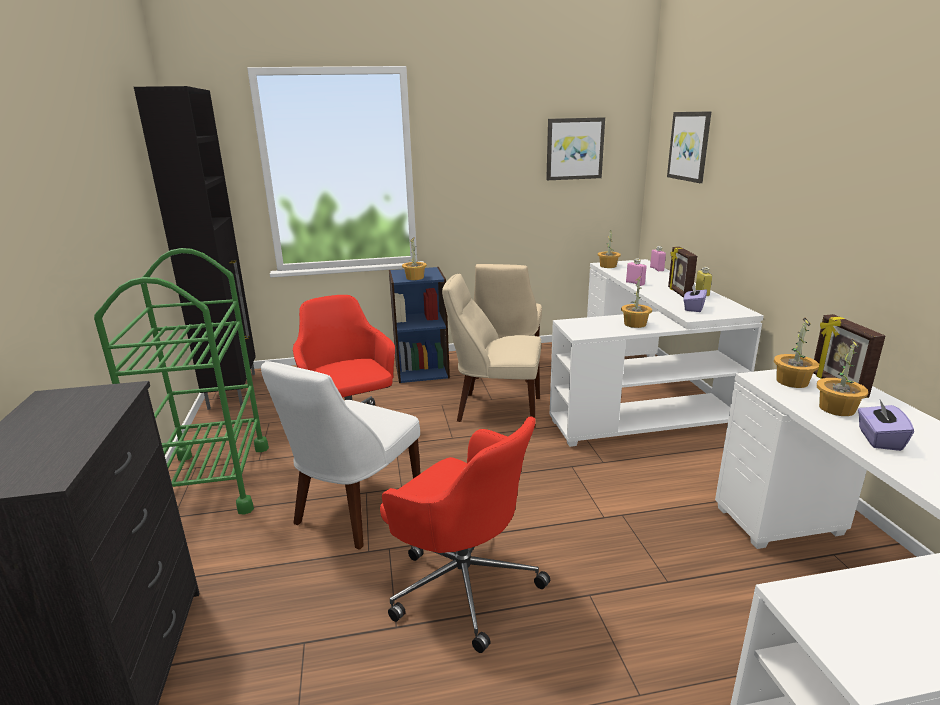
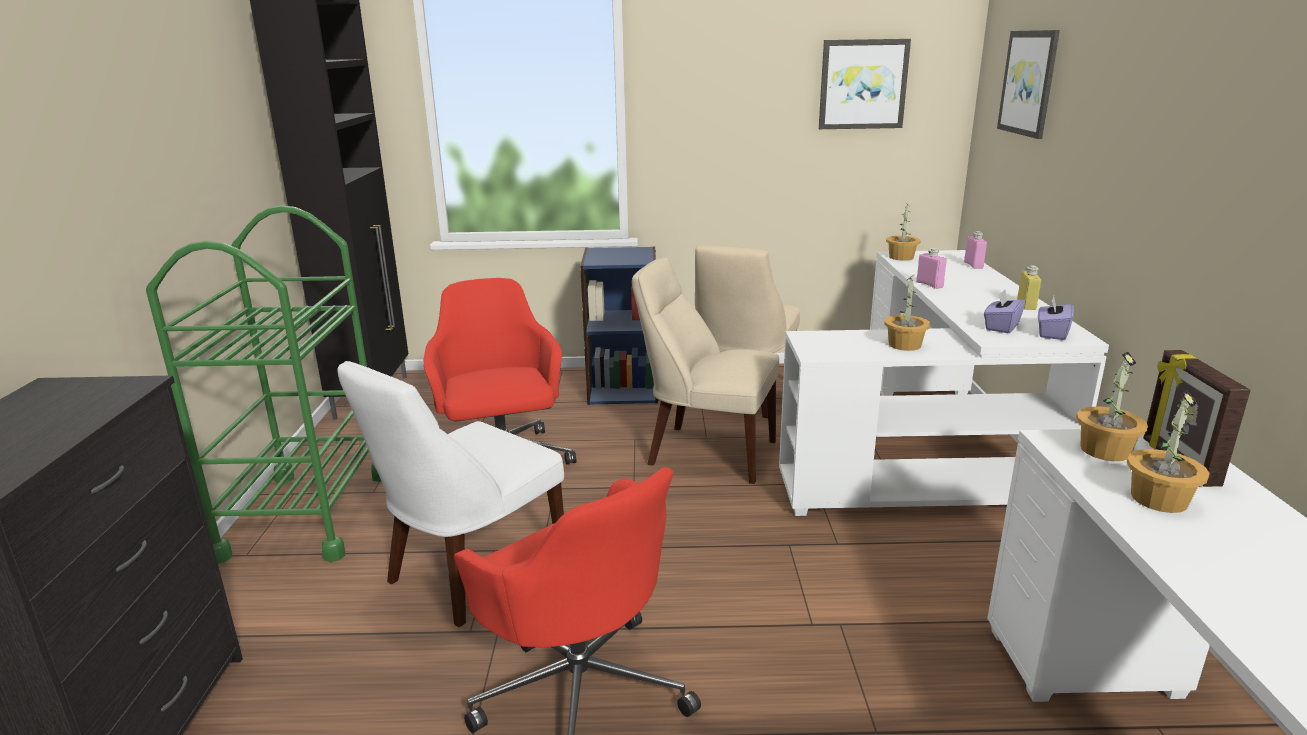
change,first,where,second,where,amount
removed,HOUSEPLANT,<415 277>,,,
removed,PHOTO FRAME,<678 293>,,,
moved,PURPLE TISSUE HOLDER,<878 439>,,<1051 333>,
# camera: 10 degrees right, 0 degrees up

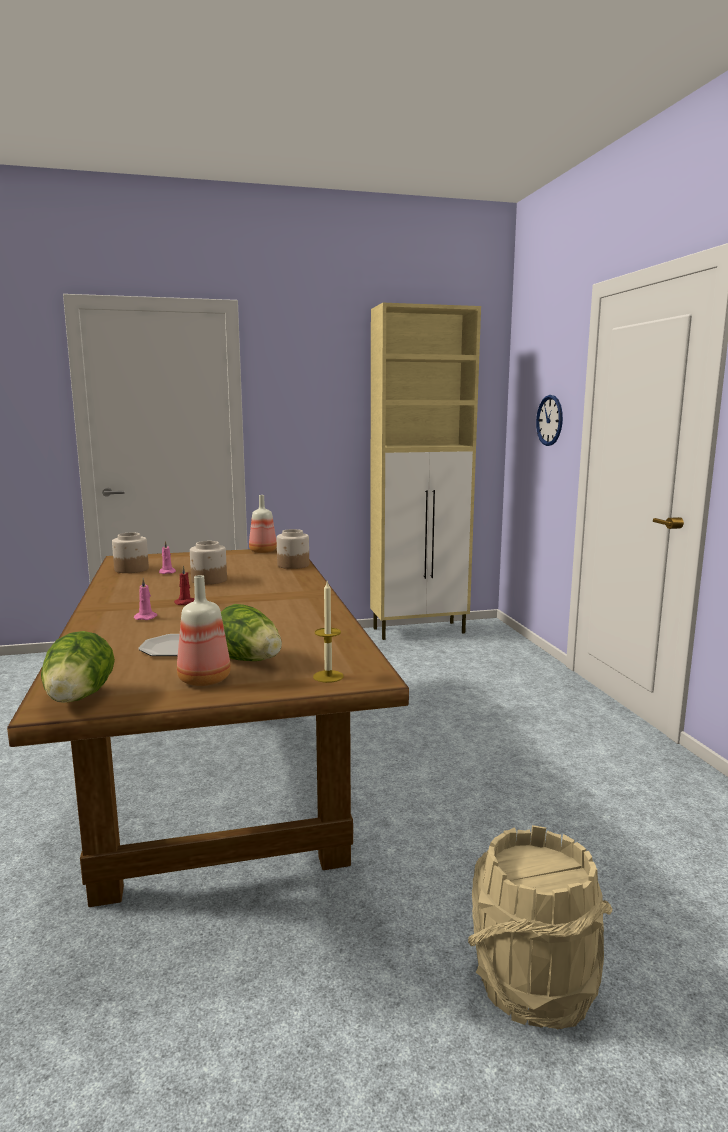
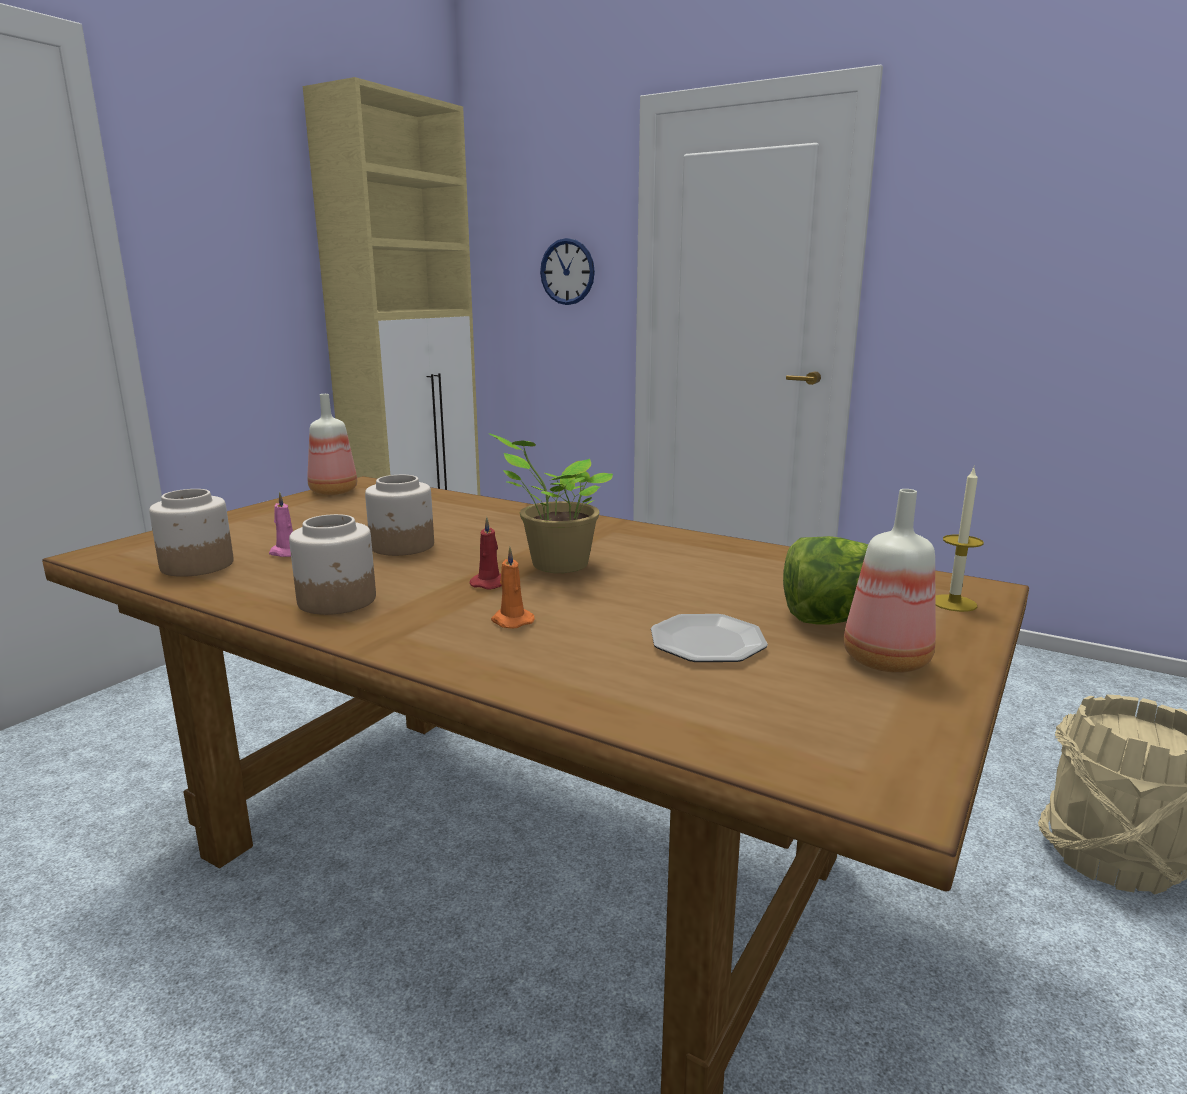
change,first,where,second,where,amount
removed,LETTUCE HEAD,<78 699>,,,
recoloured,PINK WAX LIGHT,<146 617>,ORANGE-COLOURED WAX LIGHT,<511 621>,
moved,JAR,<293 565>,,<338 600>,
added,,,HOUSEPLANT,<555 564>,
# camera: 45 degrees left, 5 degrees up

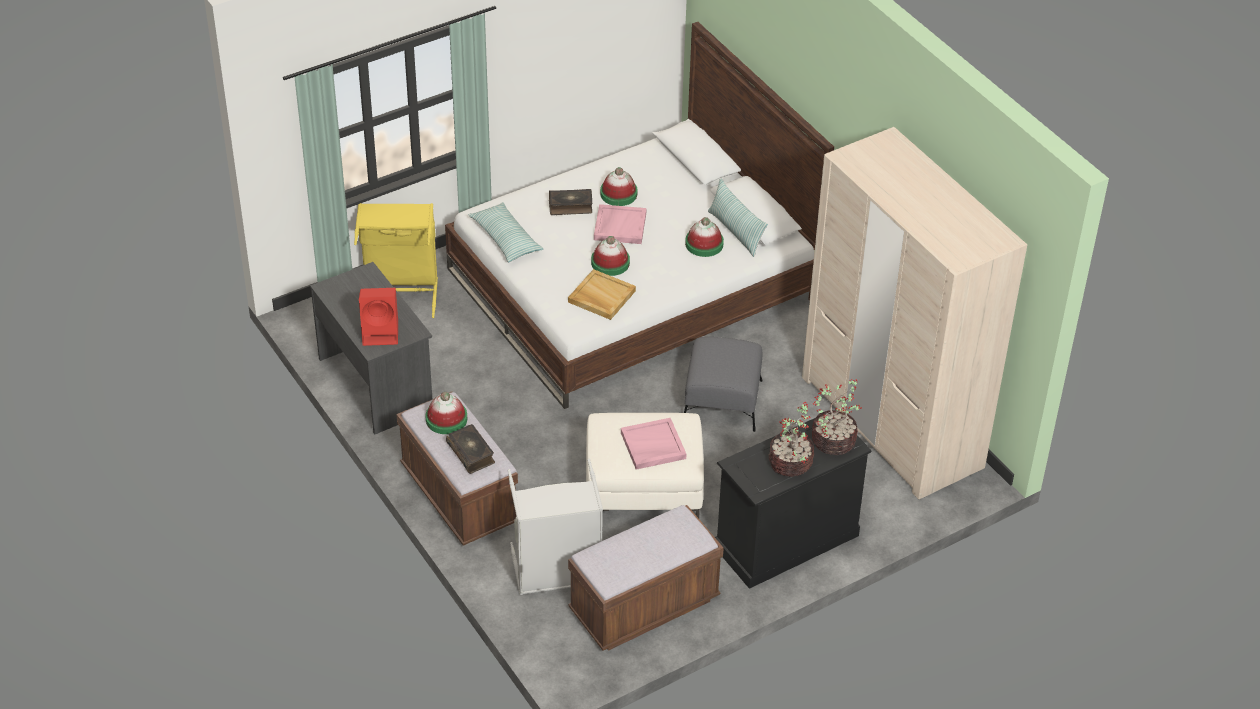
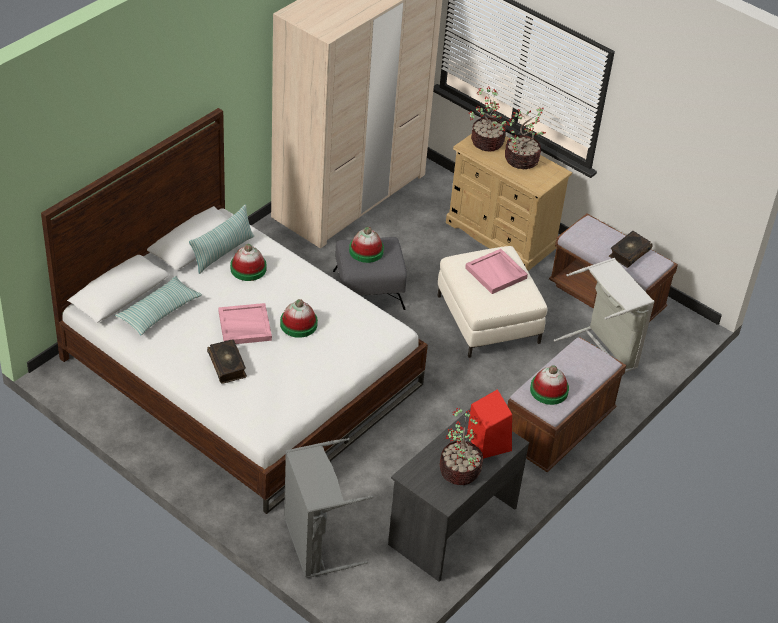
change,first,where,second,where,amount
recoloured,YELLOW-COLOURED HAMPER,<400 292>,GREYISH HAMPER,<315 543>,
moved,BOOK,<471 453>,,<628 253>,
moved,THROW PILLOW,<505 239>,,<159 312>,
removed,BEIGE SERVING TRAY,<601 296>,,,
moved,HAT,<618 194>,,<366 251>,
recoloured,BLACK-COLOURED DRESSER,<785 540>,BEIGE DRESSER,<501 235>,
added,,,HOUSEPLANT,<459 470>,
# camera: 110 degrees left, 0 degrees up

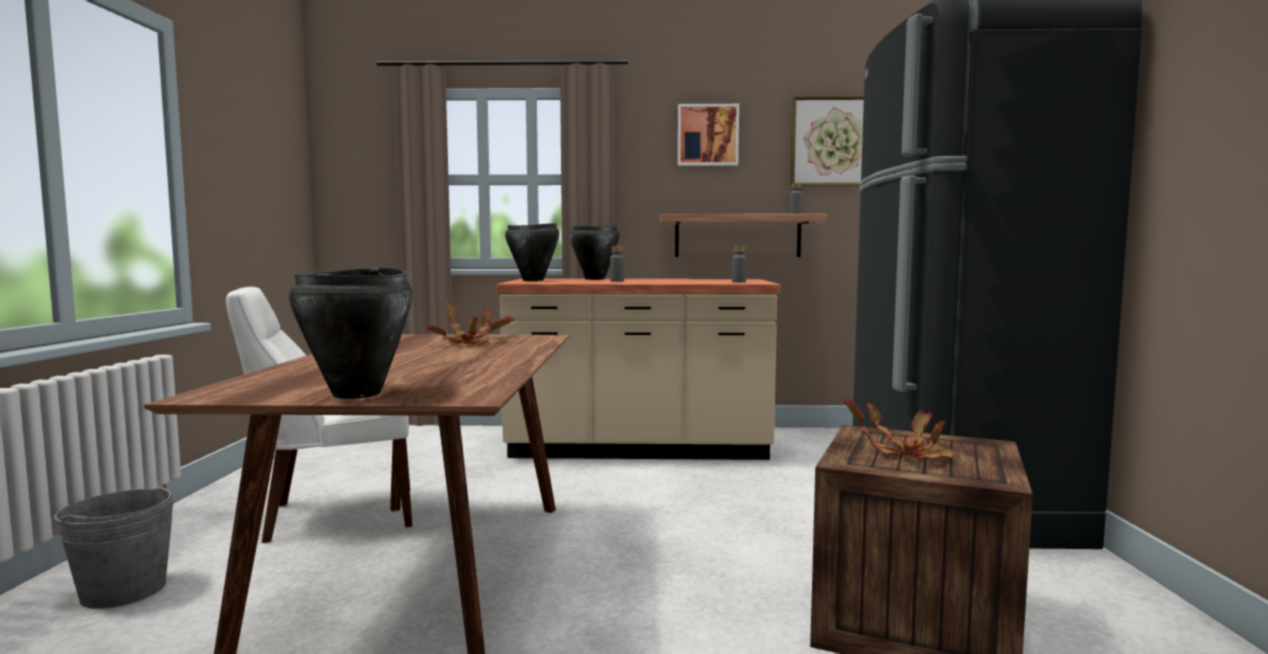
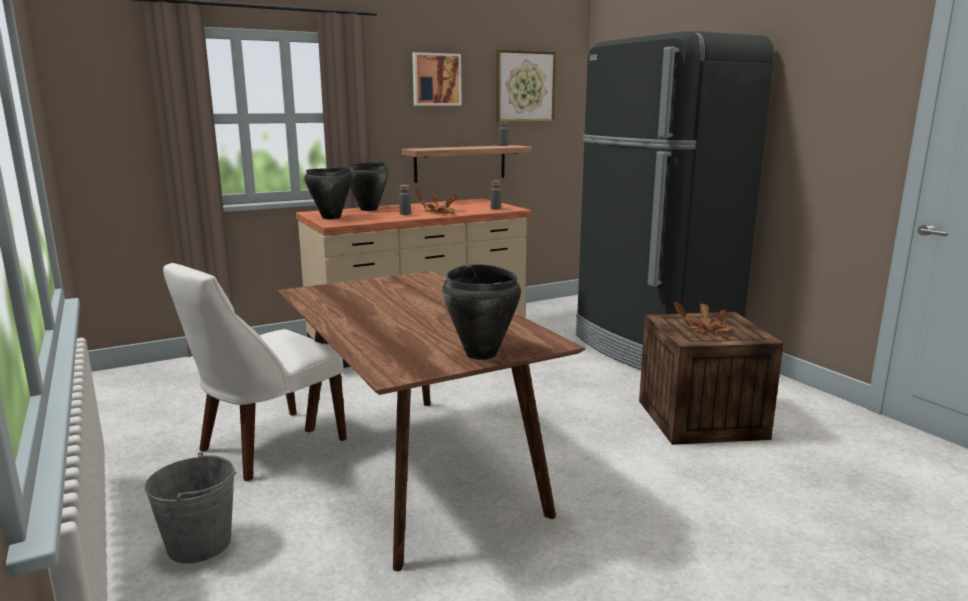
change,first,where,second,where,amount
moved,HOUSEPLANT,<468 343>,,<439 212>,
# camera: 30 degrees left, 10 degrees up

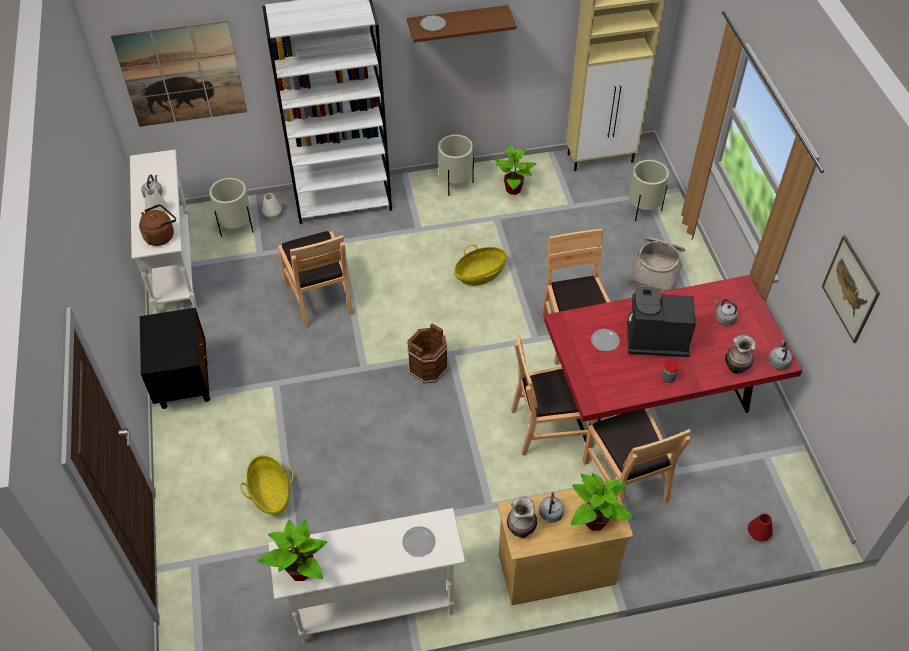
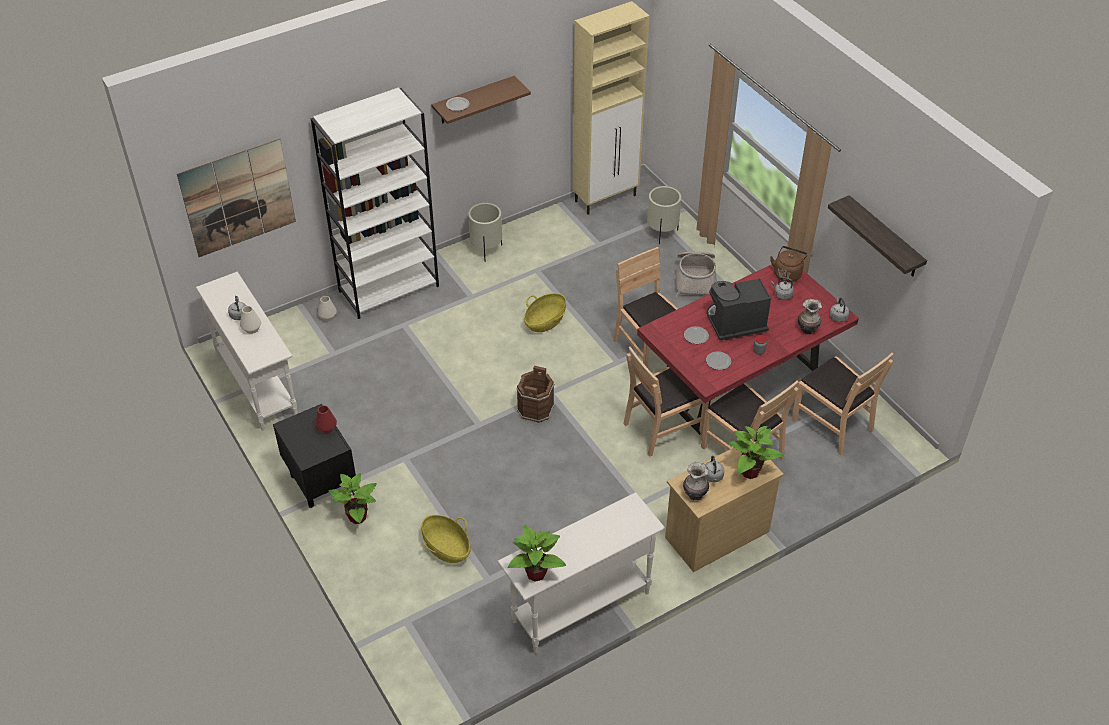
change,first,where,second,where,amount
moved,BROWNISH TEA KETTLE,<161 235>,,<787 273>,
removed,BEIGE PLANT POT,<236 227>,,,
moved,BROWNISH PLAIN CHAIR,<320 298>,,<832 424>,
moved,DINNER PLATE,<419 542>,,<718 361>,
moved,HOUSEPLANT,<513 190>,,<358 517>,
moved,REDDISH FLOWER VASE,<758 534>,,<326 428>,
replaced,PICTURE,<850 289>,WALL SHELF,<884 238>,
# camera: 20 degrees left, 5 degrees down

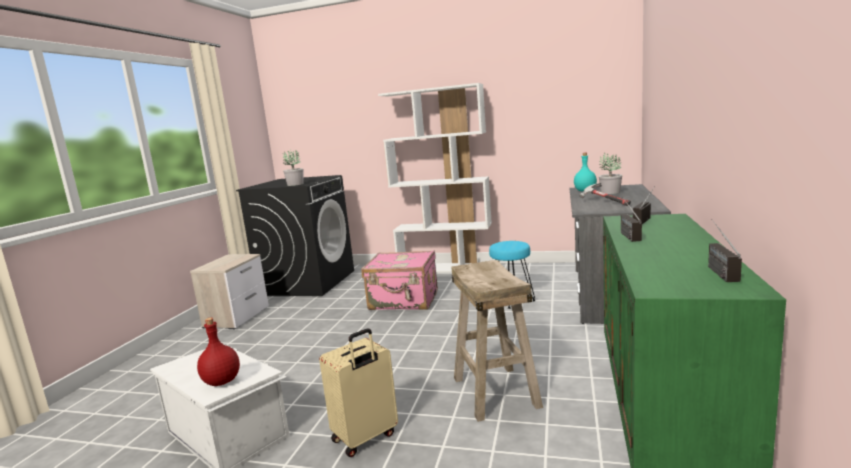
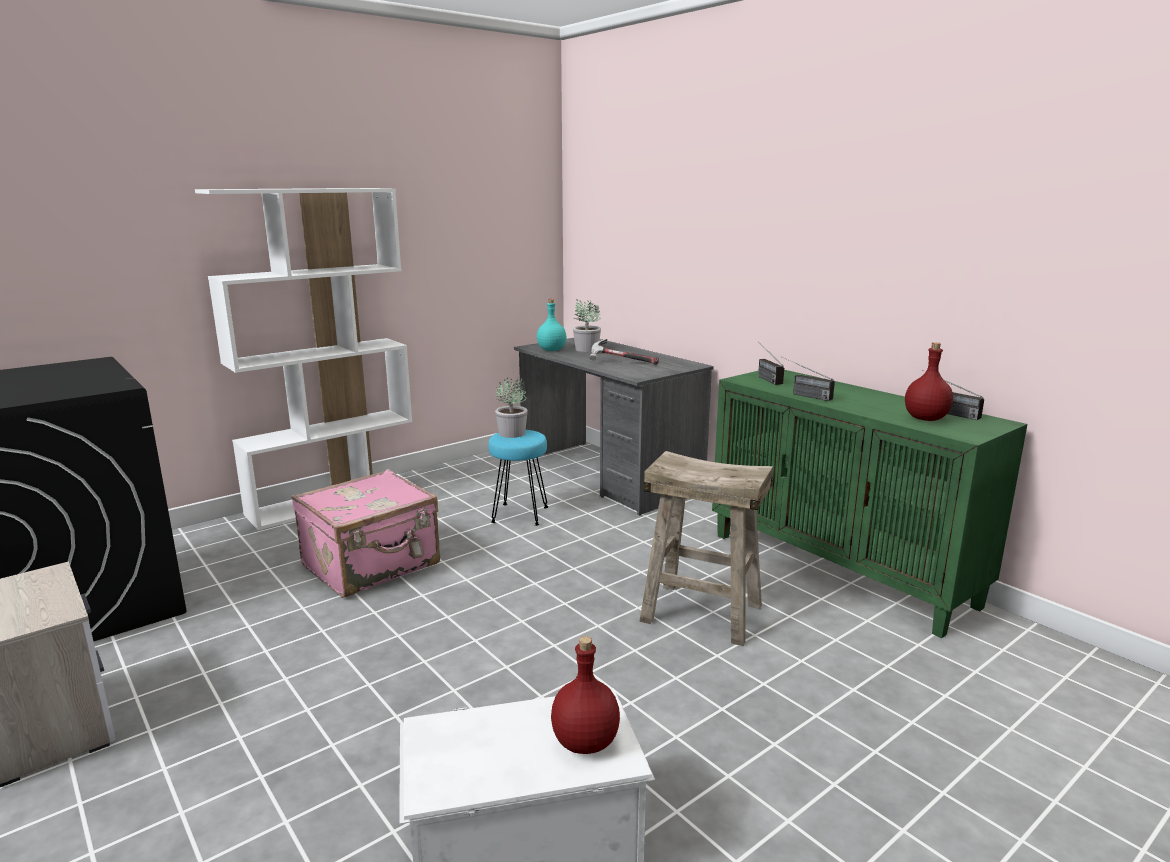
change,first,where,second,where,amount
moved,HOUSEPLANT,<295 184>,,<512 433>,
removed,BEIGE TRAVEL CASE,<365 438>,,,
added,,,REDDISH BEVERAGE BOTTLE,<925 418>,
# camera: 55 degrees left, 5 degrees up

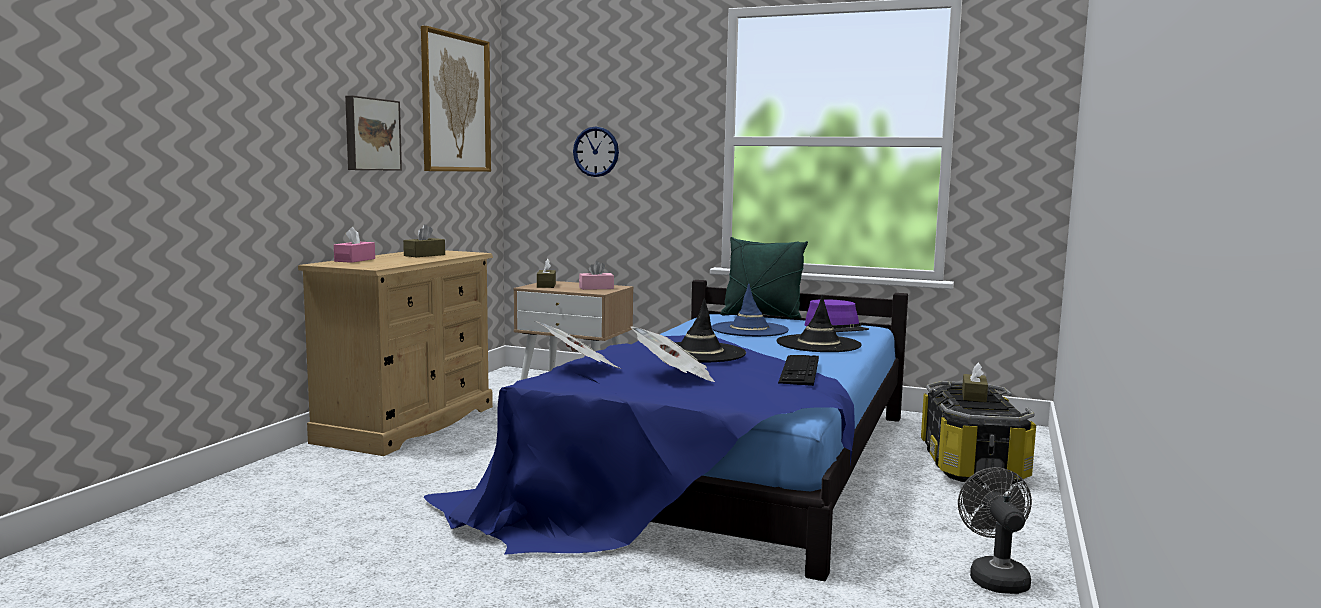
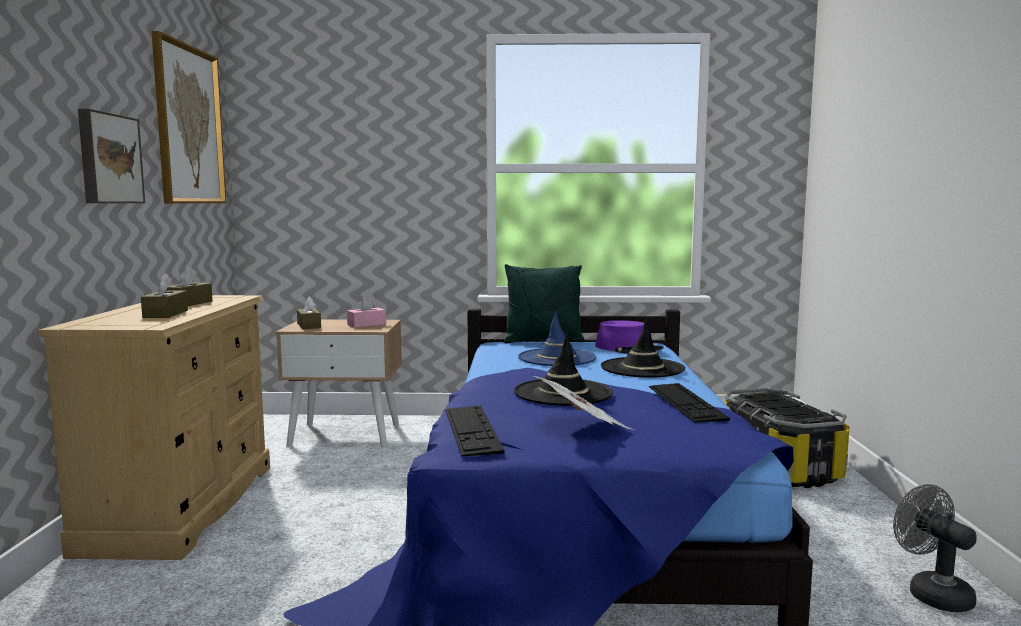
change,first,where,second,where,amount
removed,PINK TISSUE HOLDER,<355 260>,,,
replaced,PRINTED PAPER,<579 368>,KEYBOARD,<472 429>,
removed,CLOCK ON THE WALL,<596 151>,,,
moved,BROWNISH TISSUE HOLDER,<974 396>,,<165 314>,
# camera: 20 degrees left, 0 degrees up

